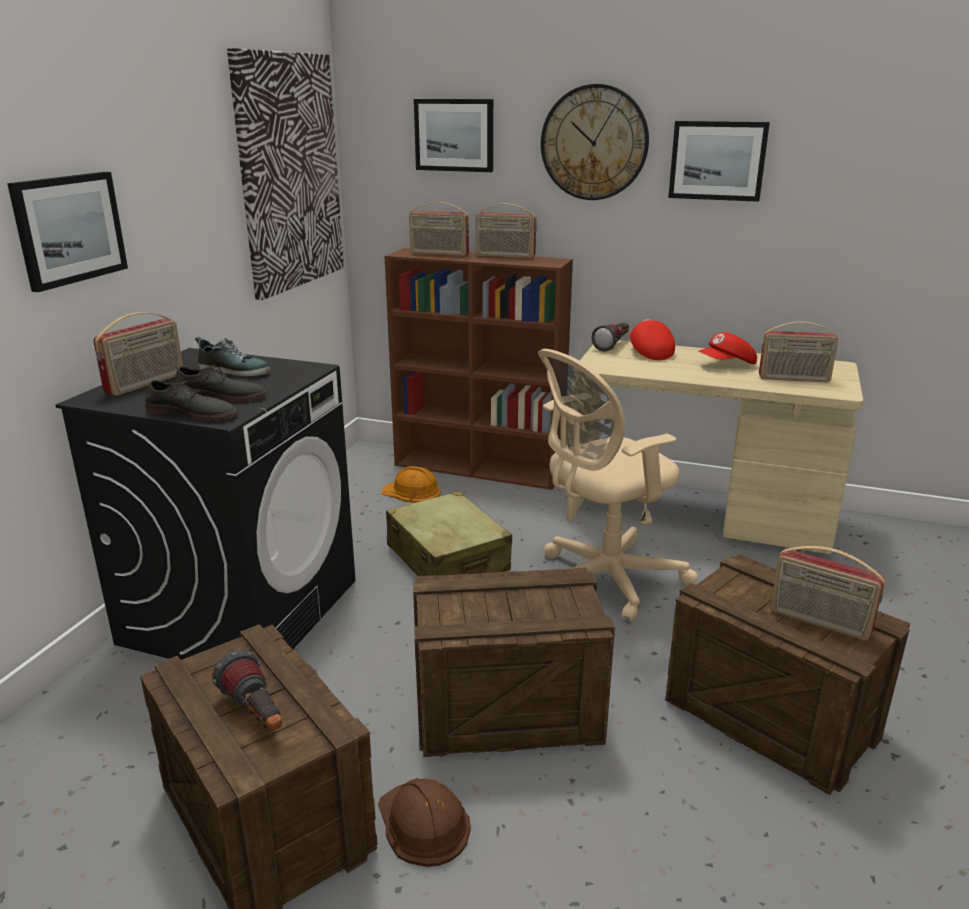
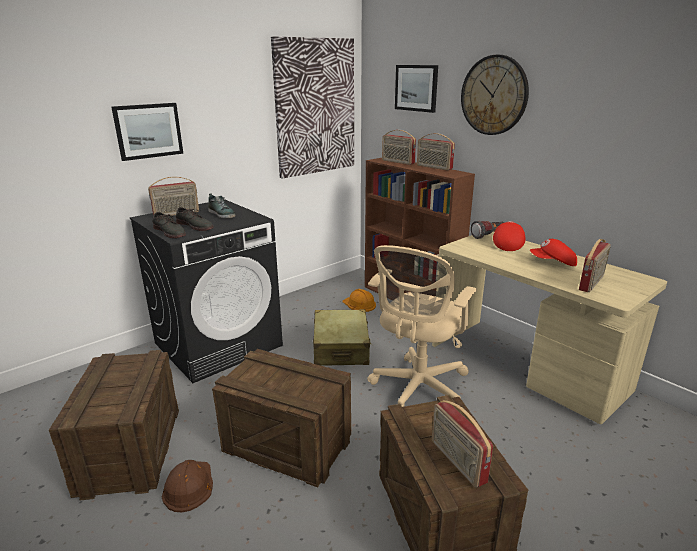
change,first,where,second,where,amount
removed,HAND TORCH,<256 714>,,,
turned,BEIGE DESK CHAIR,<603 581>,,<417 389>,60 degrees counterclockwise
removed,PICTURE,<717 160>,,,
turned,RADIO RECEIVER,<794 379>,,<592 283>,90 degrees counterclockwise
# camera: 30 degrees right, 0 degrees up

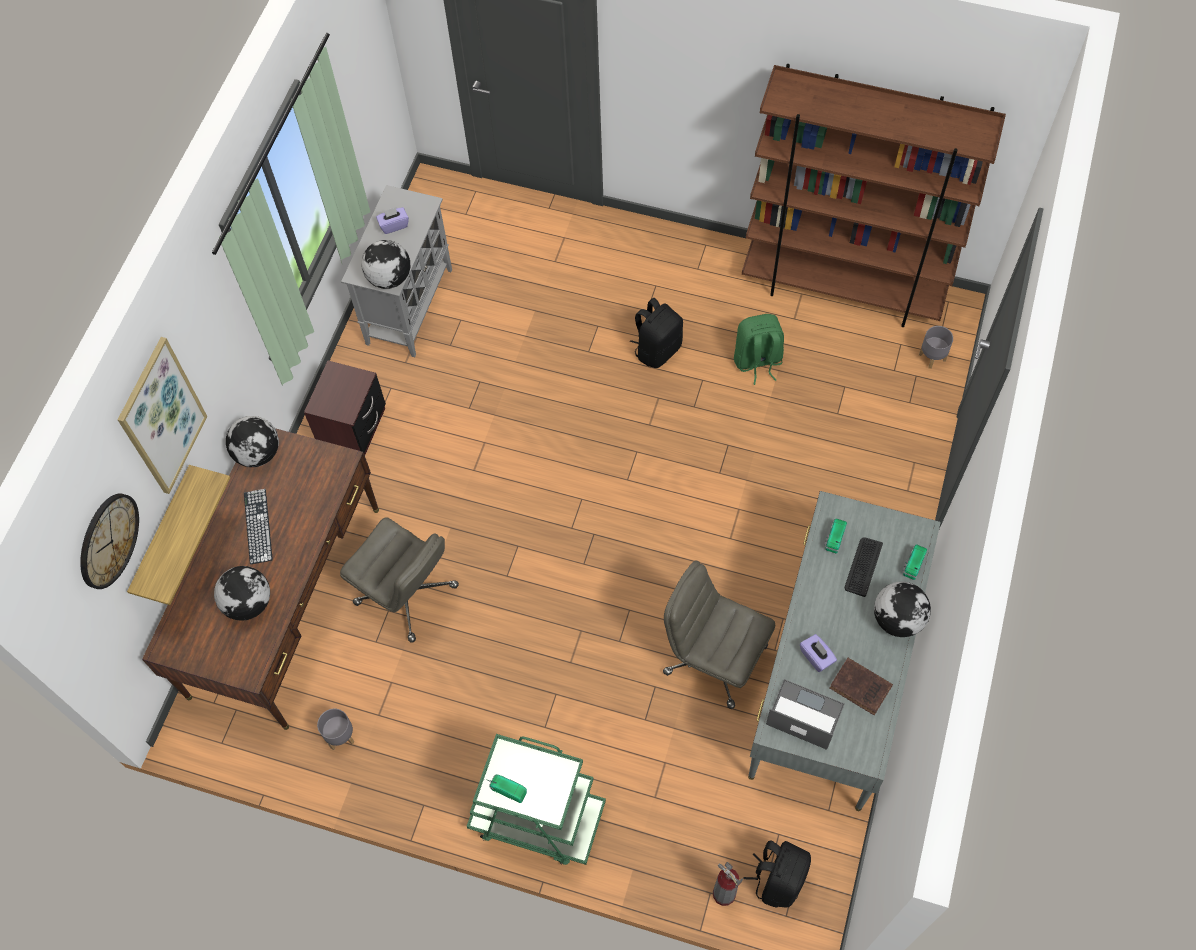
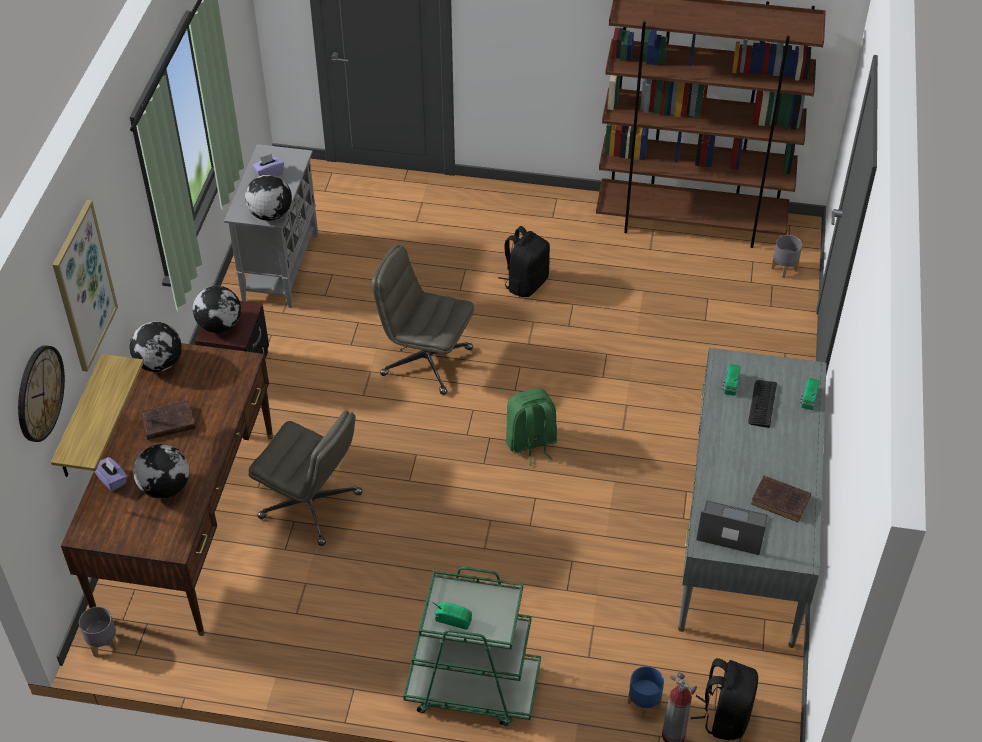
change,first,where,second,where,amount
replaced,KEYBOARD,<258 526>,BROWNISH BOOK,<167 423>,
moved,GREYISH PLANT POT,<340 736>,,<102 644>,
moved,GREYISH DESK CHAIR,<713 659>,,<425 361>,
moved,GREEN-COLOURED RUCKSACK,<757 361>,,<531 443>,
moved,PURPLE TISSUE HOLDER,<816 657>,,<112 480>,
moved,WORLD GLOBE,<898 618>,,<220 325>,
added,,,BLUE PLANT POT,<643 703>,
# camera: 10 degrees left, 15 degrees down

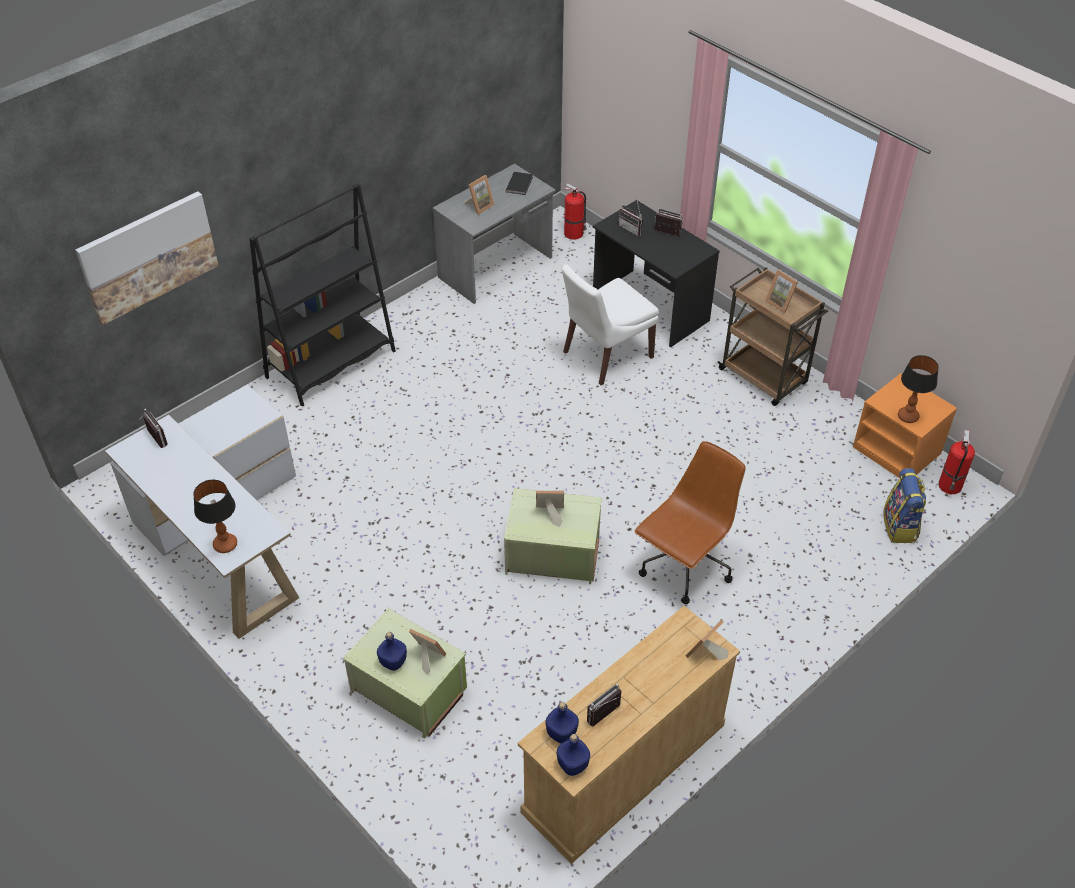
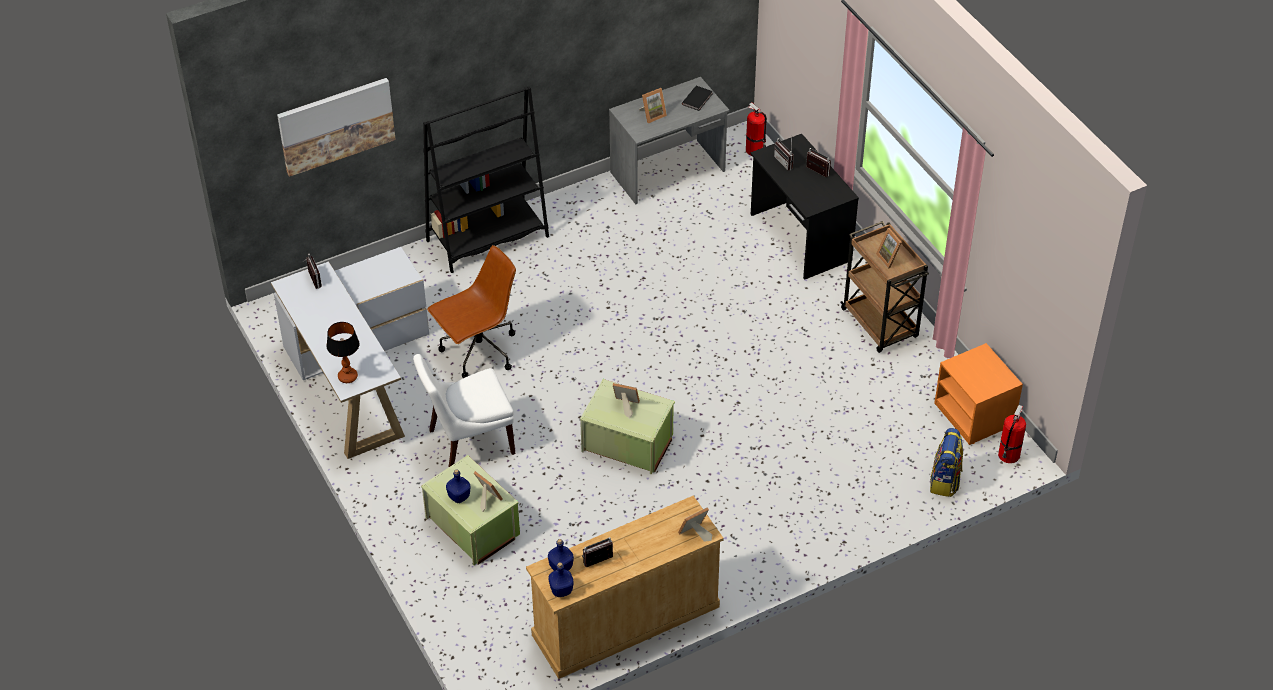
change,first,where,second,where,amount
moved,WHITE PLAIN CHAIR,<605 356>,,<468 443>,
moved,BROWNISH DESK CHAIR,<684 567>,,<478 352>,
removed,LAMP FOR A TABLE,<908 416>,,,
# camera: 15 degrees right, 0 degrees up

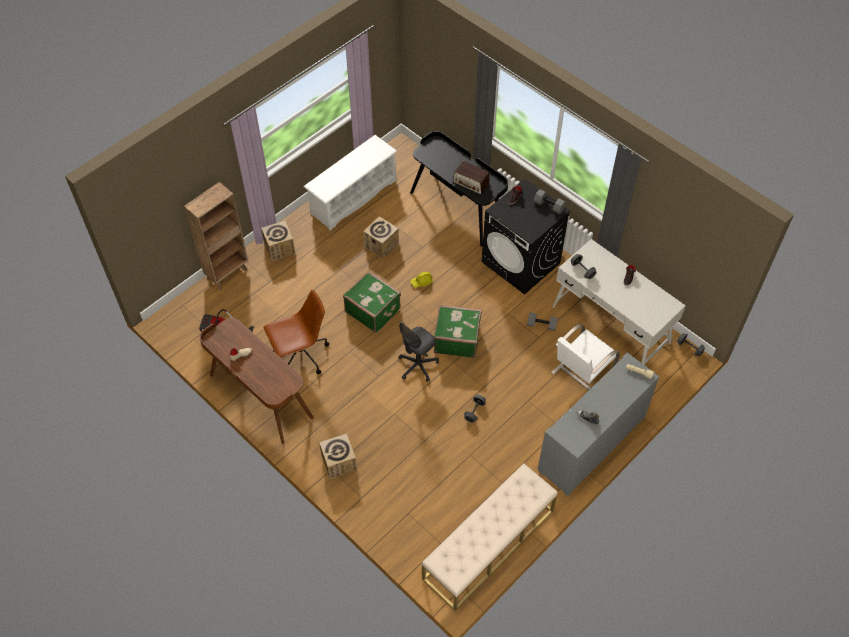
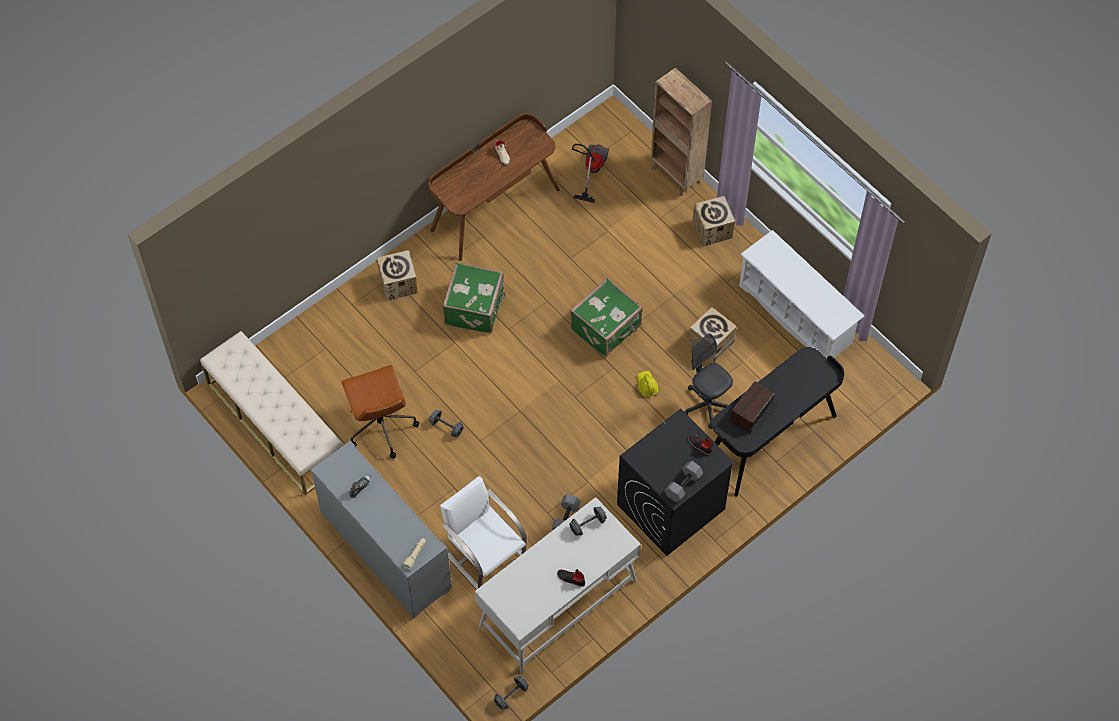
change,first,where,second,where,amount
moved,BROWNISH DESK CHAIR,<301 356>,,<380 426>,
moved,GREYISH DESK CHAIR,<417 366>,,<707 405>,
moved,GREEN-COLOURED TRAVEL CASE,<456 339>,,<475 308>,
# camera: 95 degrees right, 5 degrees up

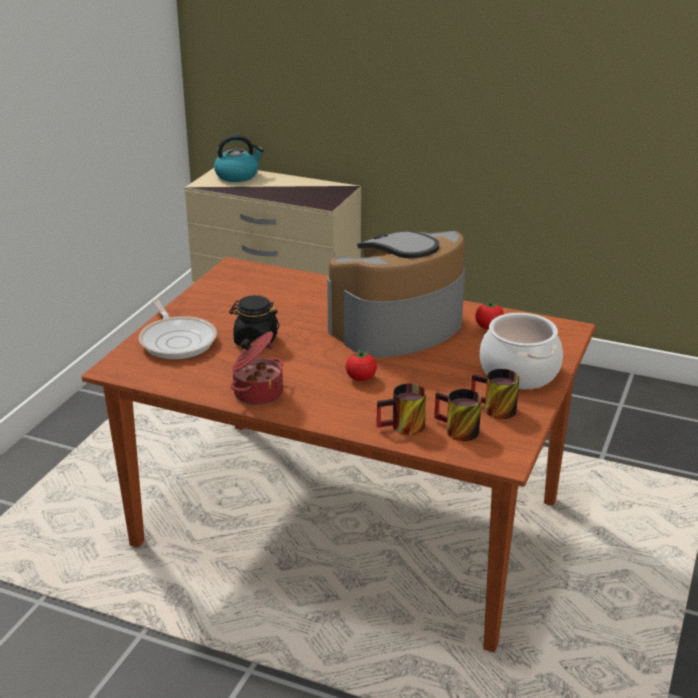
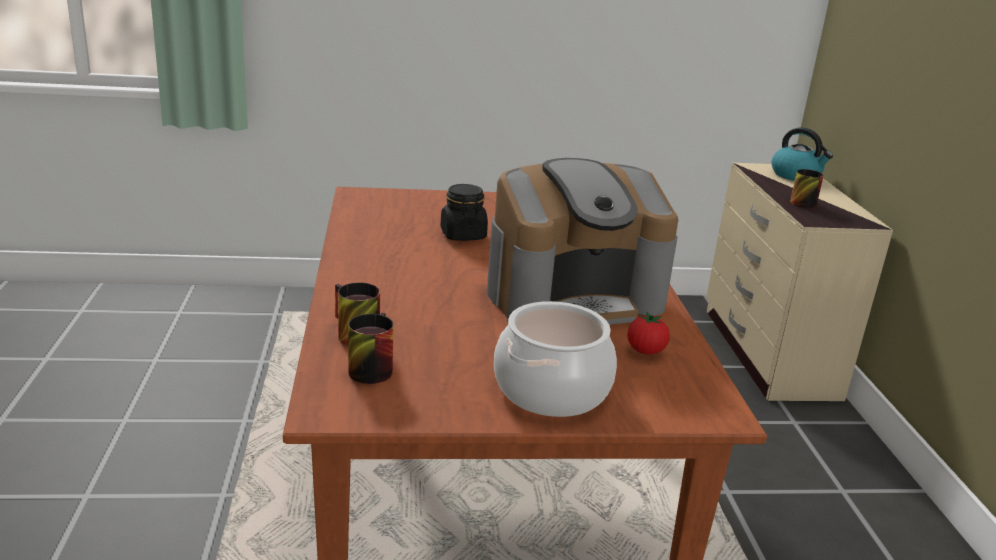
change,first,where,second,where,amount
removed,SKILLET,<177 340>,,,
removed,STOCKPOT,<257 393>,,,
turned,COFFEE BREWER,<397 327>,,<574 296>,135 degrees clockwise
removed,TOMATO,<361 378>,,,
moved,MUG,<493 410>,,<799 201>,
# camera: 60 degrees right, 5 degrees down

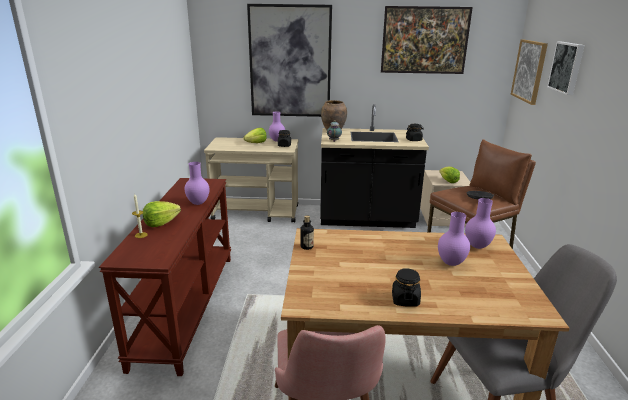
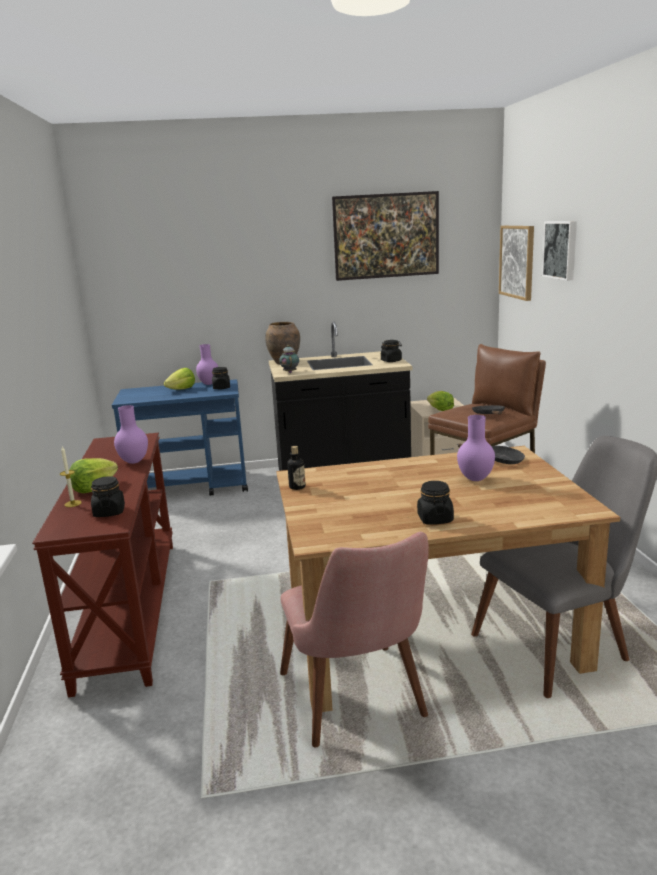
change,first,where,second,where,amount
recoloured,BEIGE WHEELED CART,<257 213>,BLUE WHEELED CART,<191 487>,
removed,PICTURE,<290 62>,,,
replaced,PURPLE FLOWER VASE,<476 246>,BLACK-COLOURED SKILLET,<499 460>,
added,,,BLACK-COLOURED JAR,<109 512>,
# camera: 10 degrees left, 5 degrees down

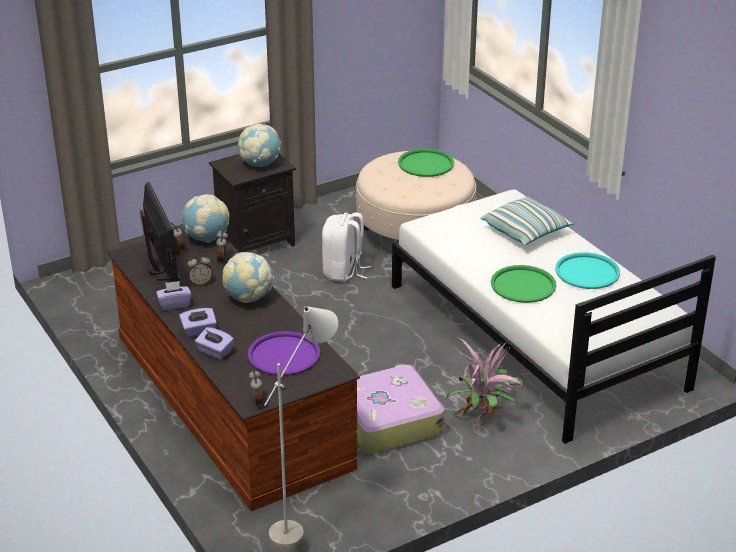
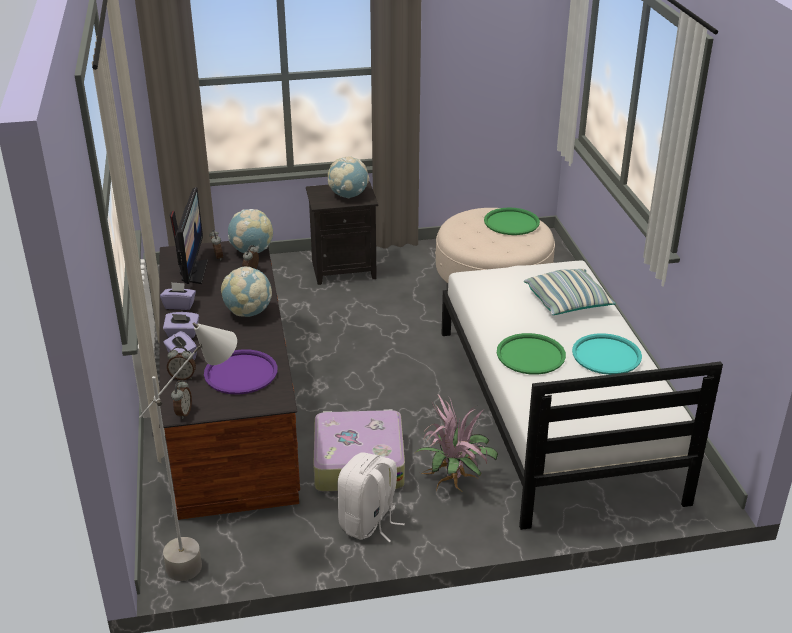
change,first,where,second,where,amount
moved,ALARM CLOCK,<200 283>,,<183 377>,
moved,WHITE RUCKSACK,<343 272>,,<368 523>,
# camera: 20 degrees right, 0 degrees up

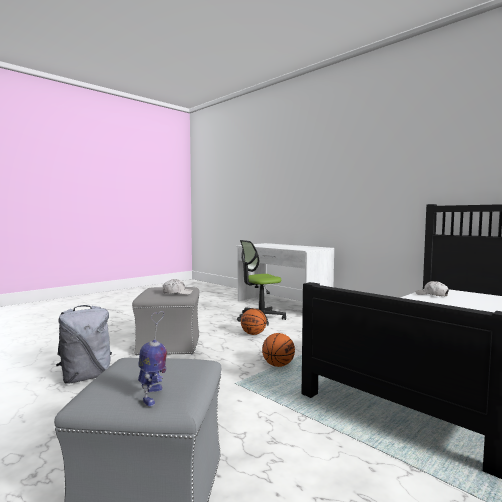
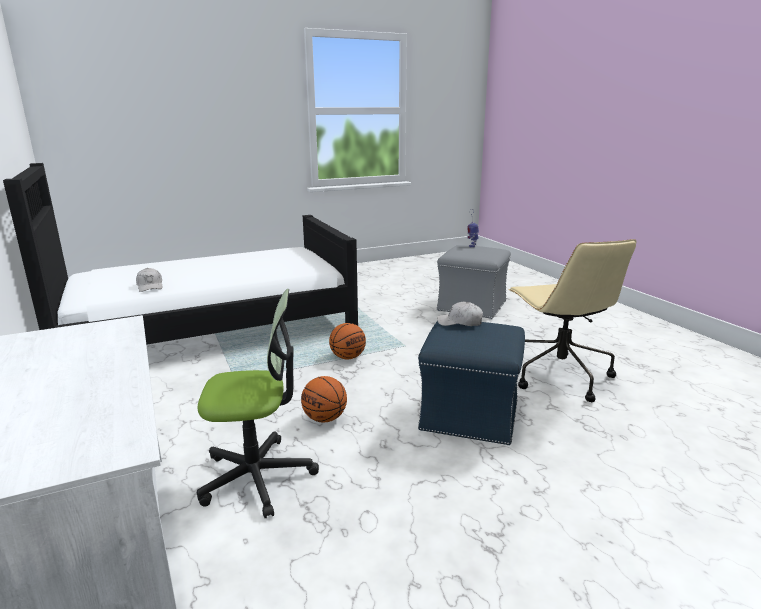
change,first,where,second,where,amount
replaced,GREYISH RUCKSACK,<86 377>,BEIGE DESK CHAIR,<558 375>,
recoloured,GREYISH FOOTREST,<169 345>,BLUE FOOTREST,<469 415>,
# camera: 160 degrees left, 15 degrees up

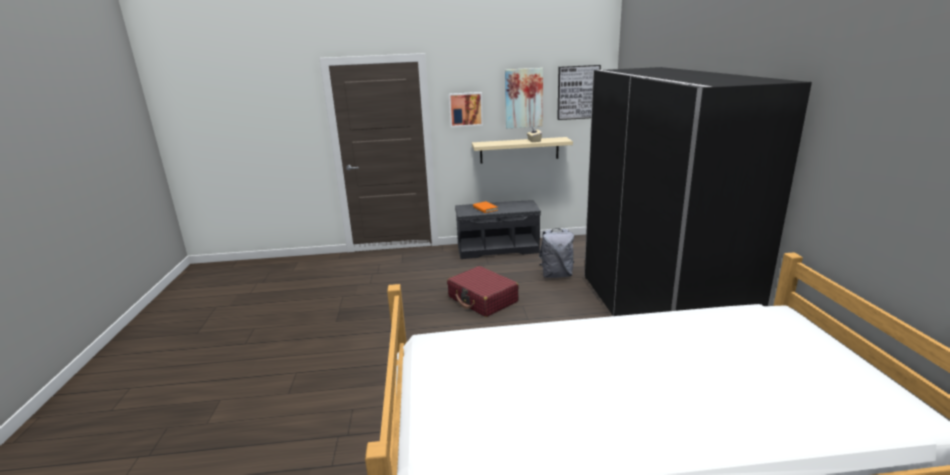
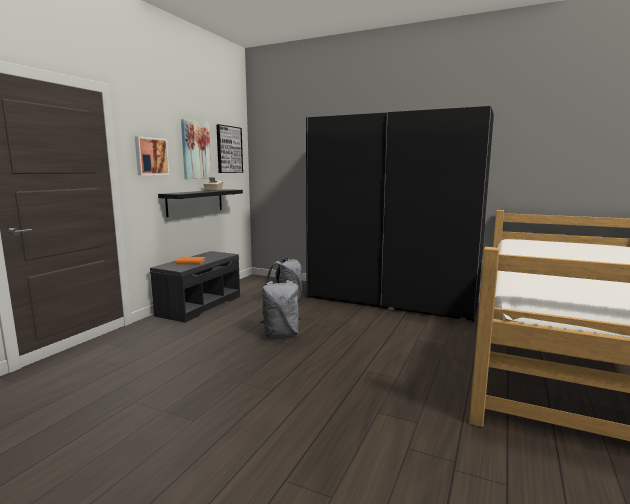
change,first,where,second,where,amount
replaced,REDDISH TRAVEL CASE,<483 299>,GREYISH RUCKSACK,<281 334>,
recoloured,BEIGE WALL SHELF,<519 150>,BLACK-COLOURED WALL SHELF,<195 202>,
# camera: 60 degrees left, 10 degrees down

